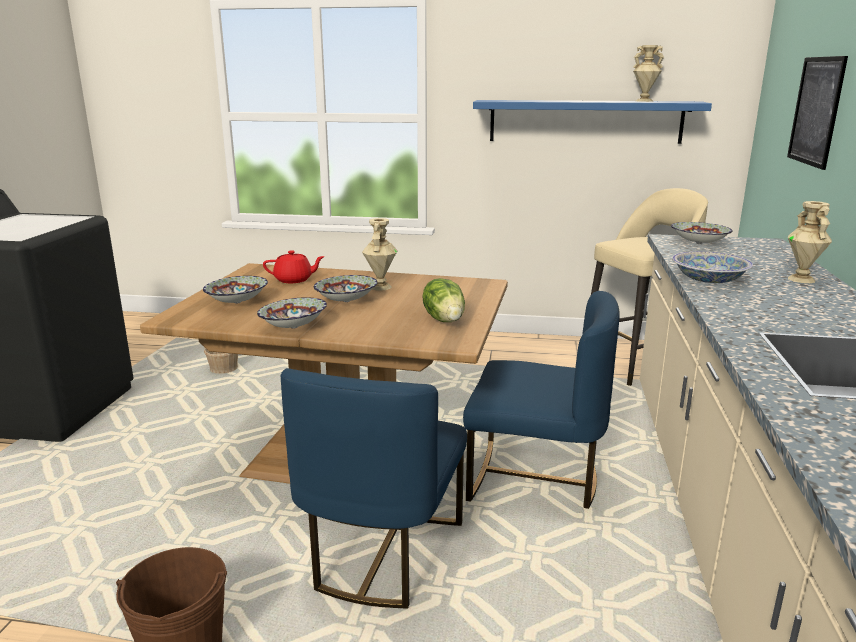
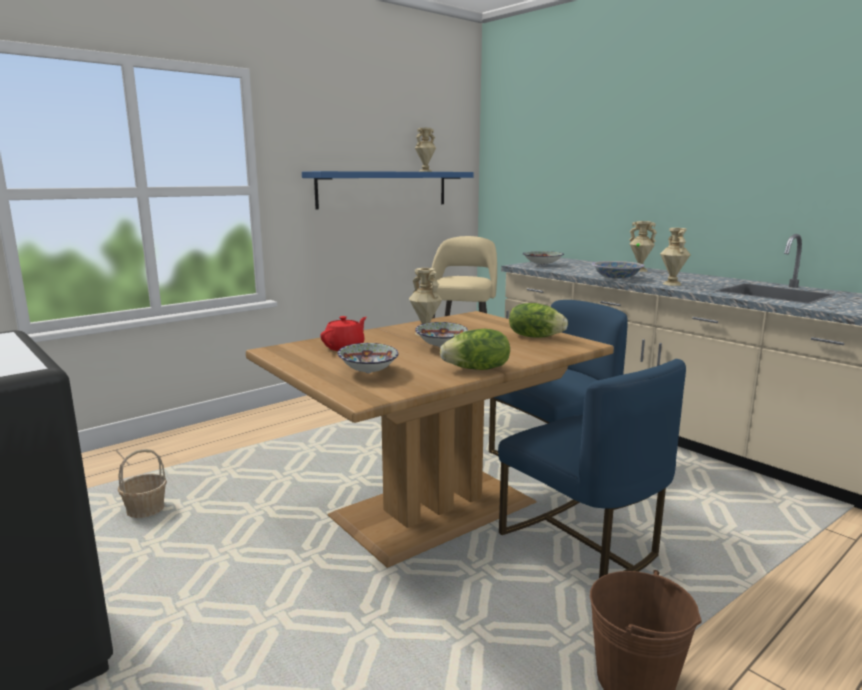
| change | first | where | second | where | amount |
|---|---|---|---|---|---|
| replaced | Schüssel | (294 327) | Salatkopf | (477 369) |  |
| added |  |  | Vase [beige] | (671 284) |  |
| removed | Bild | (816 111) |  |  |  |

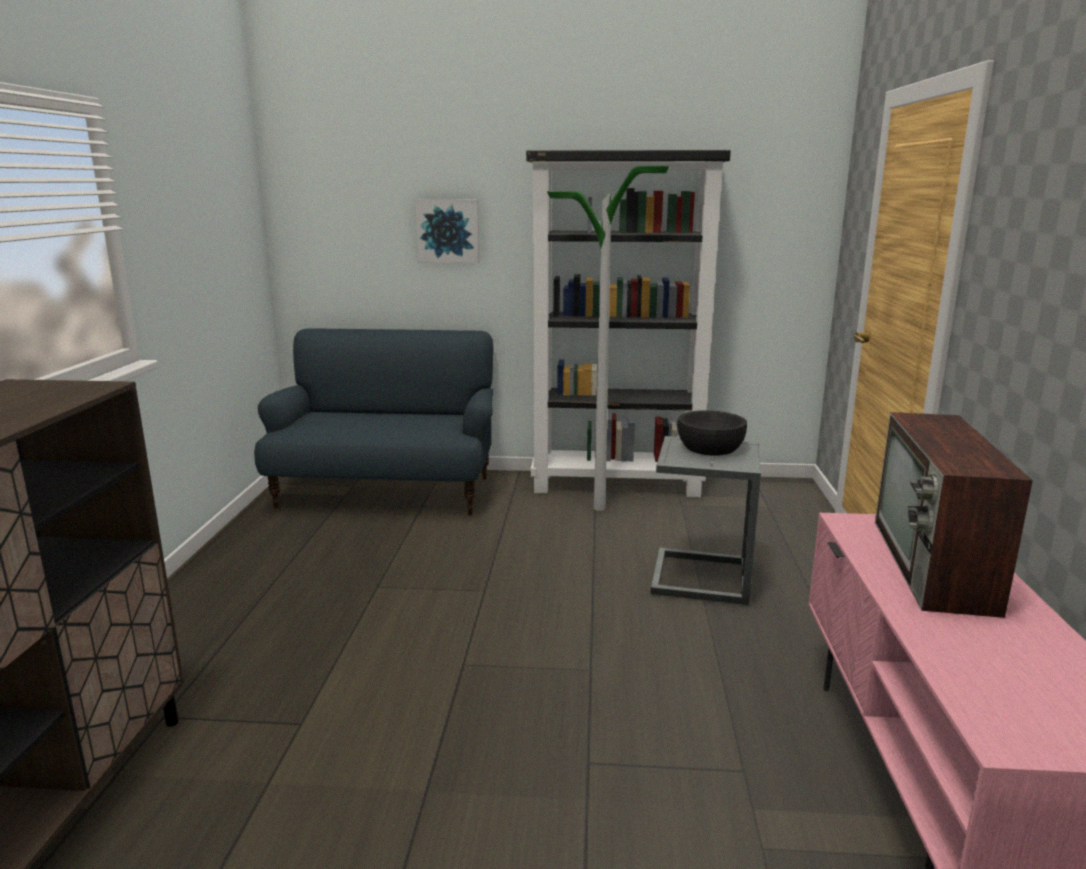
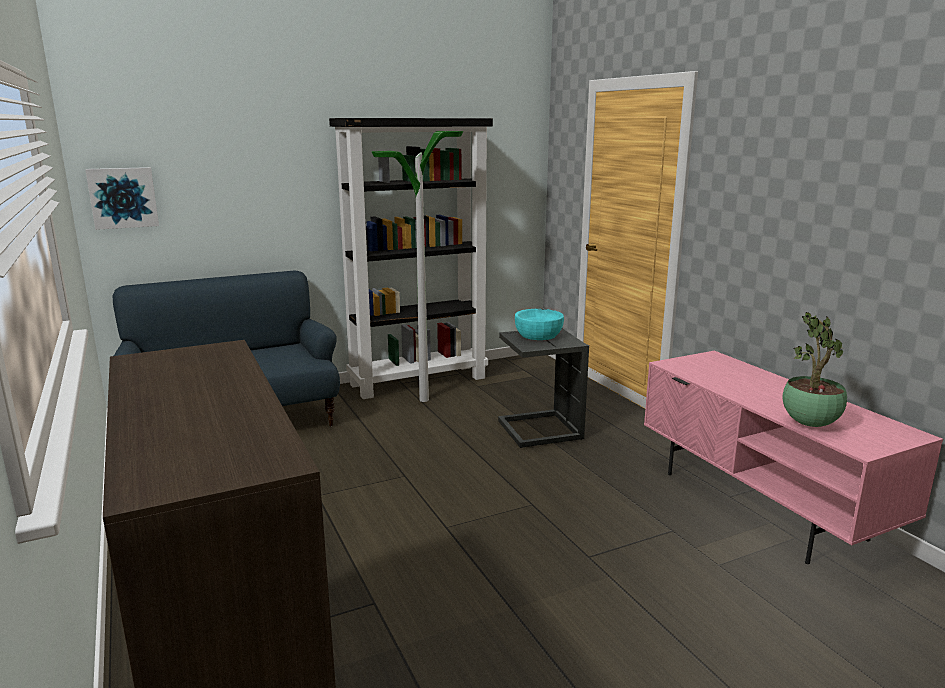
| change | first | where | second | where | amount |
|---|---|---|---|---|---|
| moved | Bild | (448 230) |  | (123 197) |  |
| recoloured | Schüssel [schwarz] | (710 447) | Schüssel [türkis] | (538 335) |  |
| added |  |  | Topfpflanze | (810 425) |  |
| removed | Fernseher | (934 566) |  |  |  |

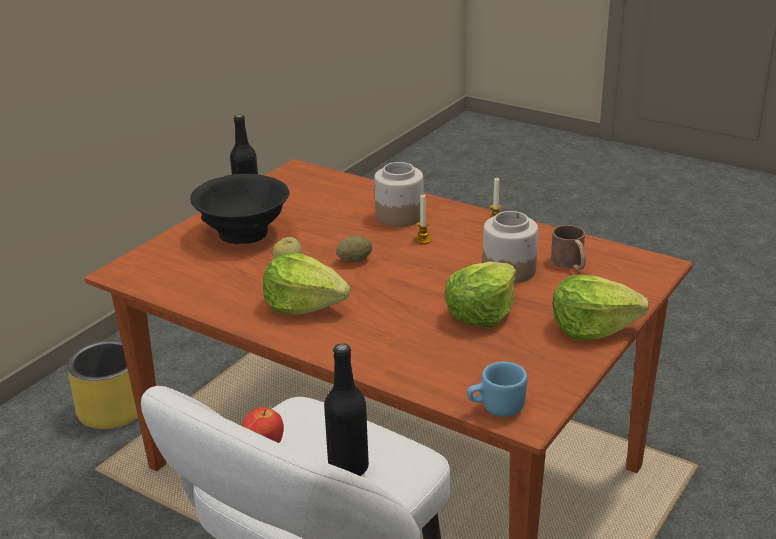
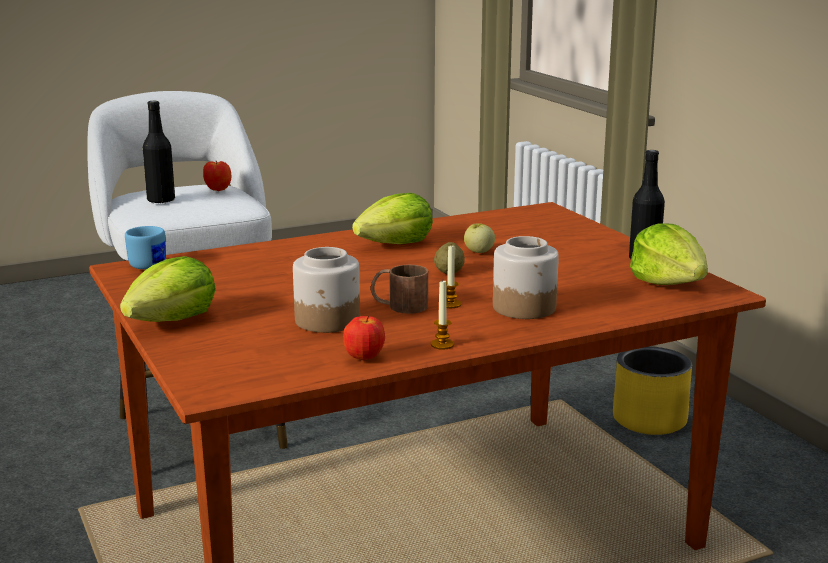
| change | first | where | second | where | amount |
|---|---|---|---|---|---|
| added |  |  | Apfel | (364 358) |  |
| moved | Henkelbecher [braun] | (571 264) |  | (399 305) |  |
| moved | Salatkopf | (481 313) |  | (669 282) |  |
| removed | Schüssel [schwarz] | (244 233) |  |  |  |

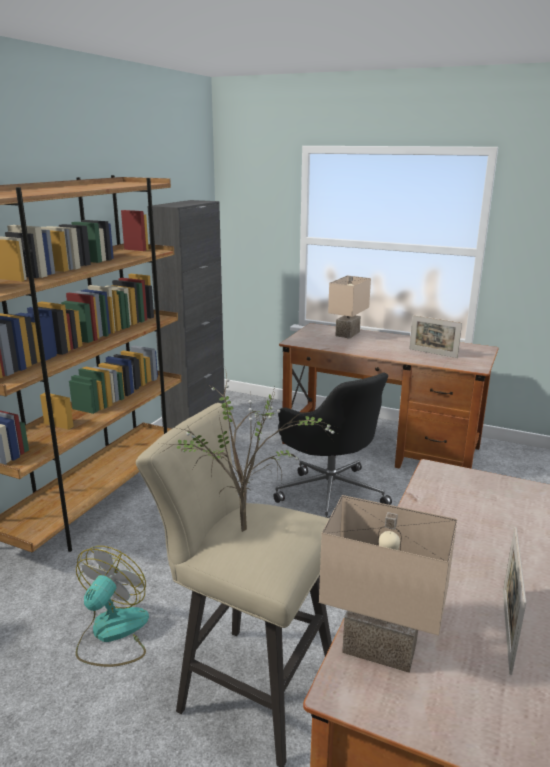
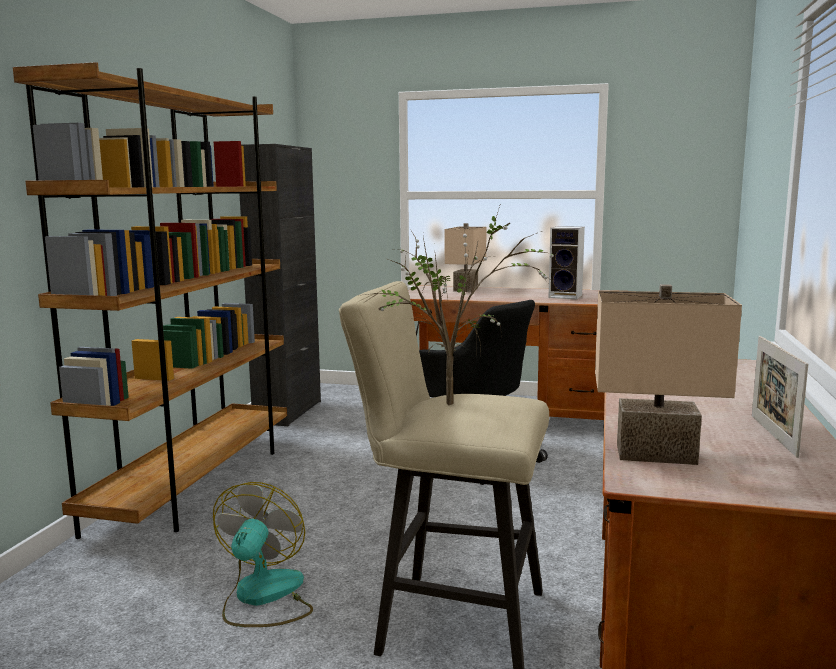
| change | first | where | second | where | amount |
|---|---|---|---|---|---|
| replaced | Bilderrahmen | (433 353) | Lautsprecher | (567 296) |  |

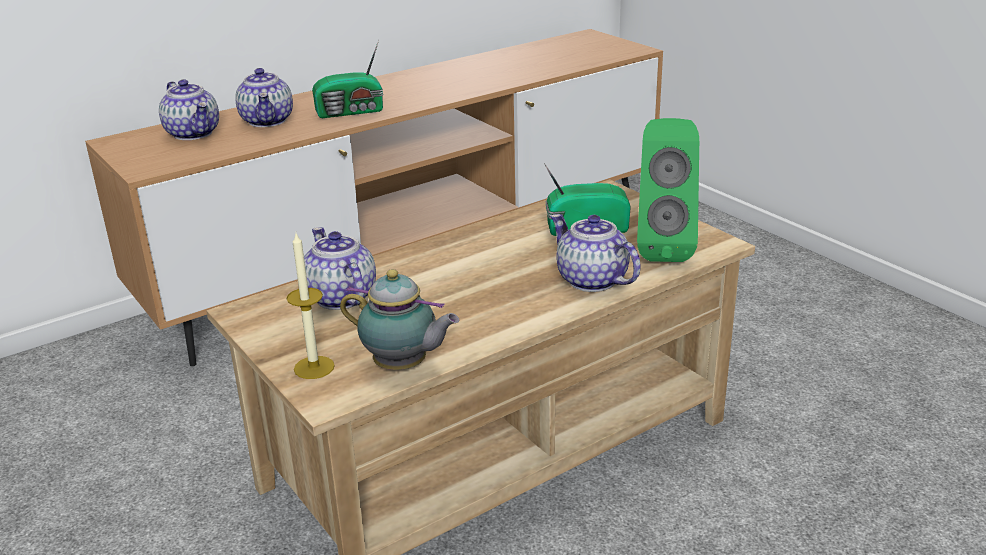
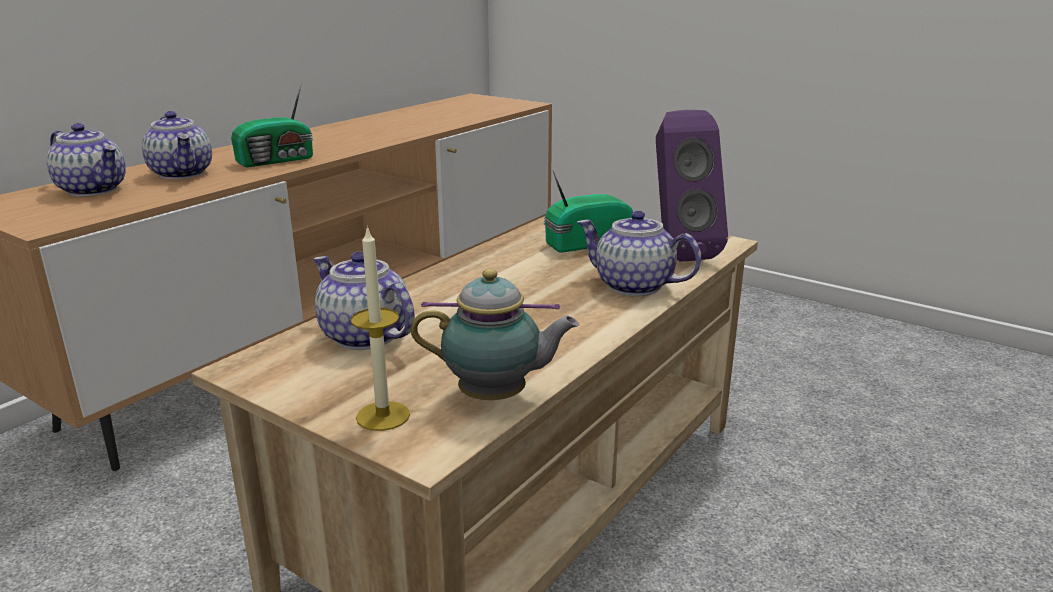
| change | first | where | second | where | amount |
|---|---|---|---|---|---|
| recoloured | Lautsprecher [grün] | (663 249) | Lautsprecher [lila] | (677 252) |  |

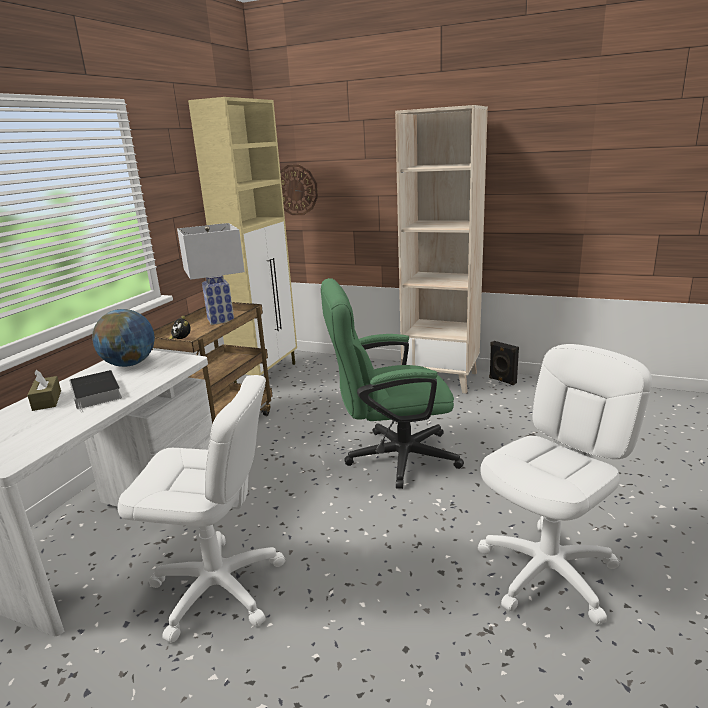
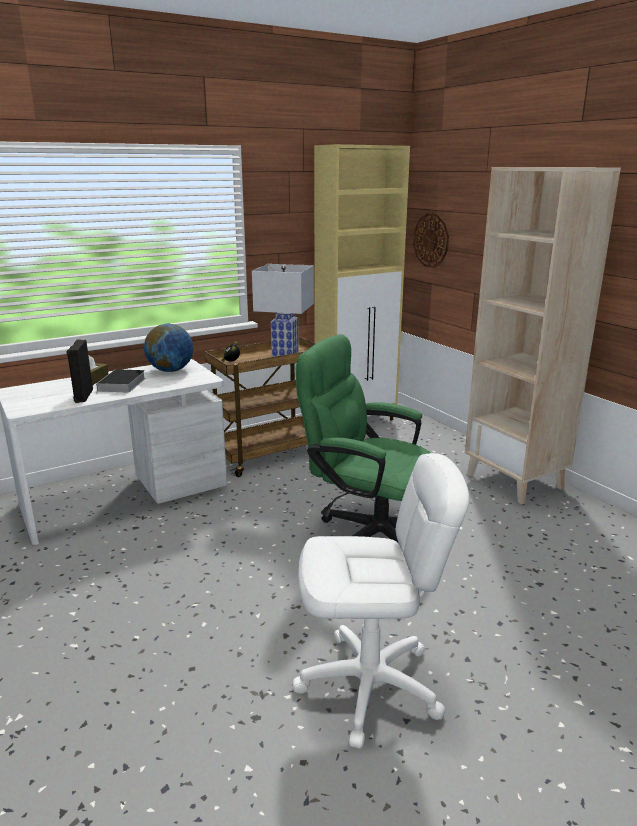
| change | first | where | second | where | amount |
|---|---|---|---|---|---|
| moved | Lautsprecher [schwarz] | (502 381) |  | (83 396) |  |
| removed | Bürostuhl [weiß] | (218 588) |  |  |  |

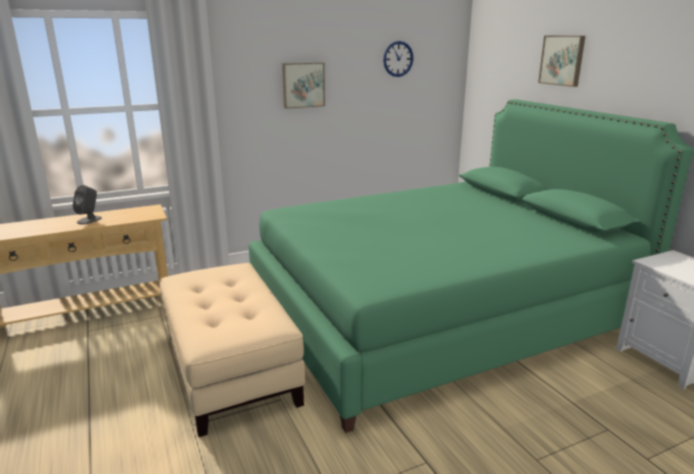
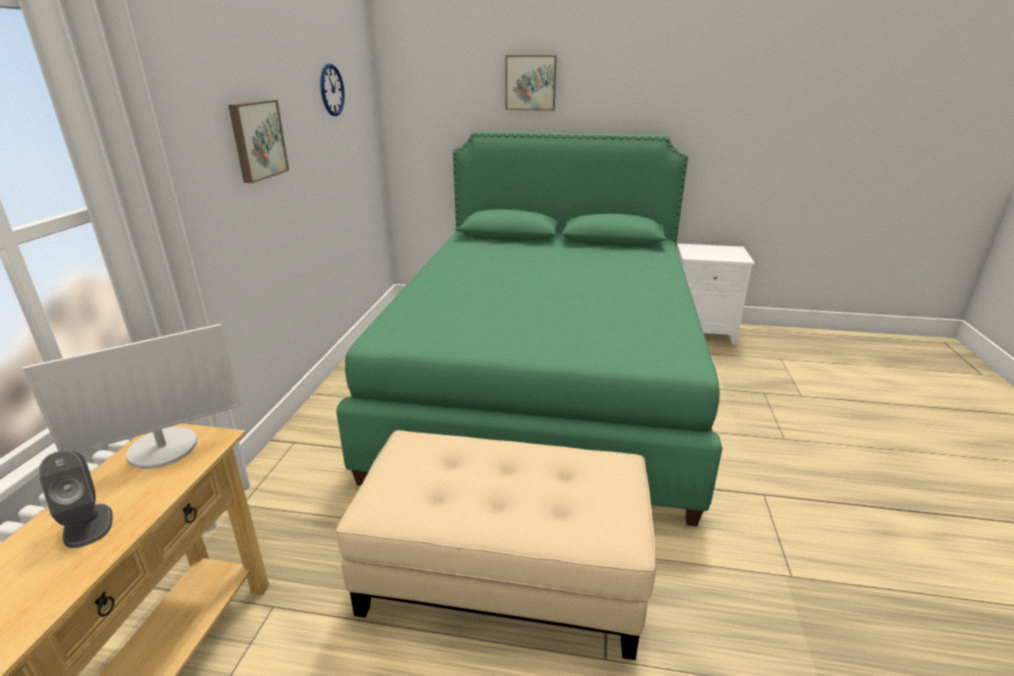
| change | first | where | second | where | amount |
|---|---|---|---|---|---|
| added |  |  | Monitor | (163 449) |  |

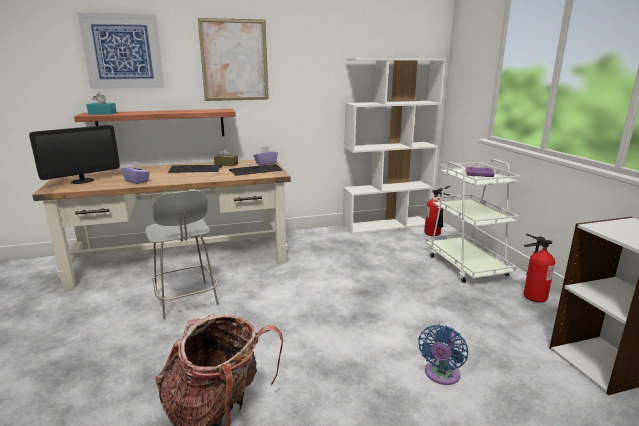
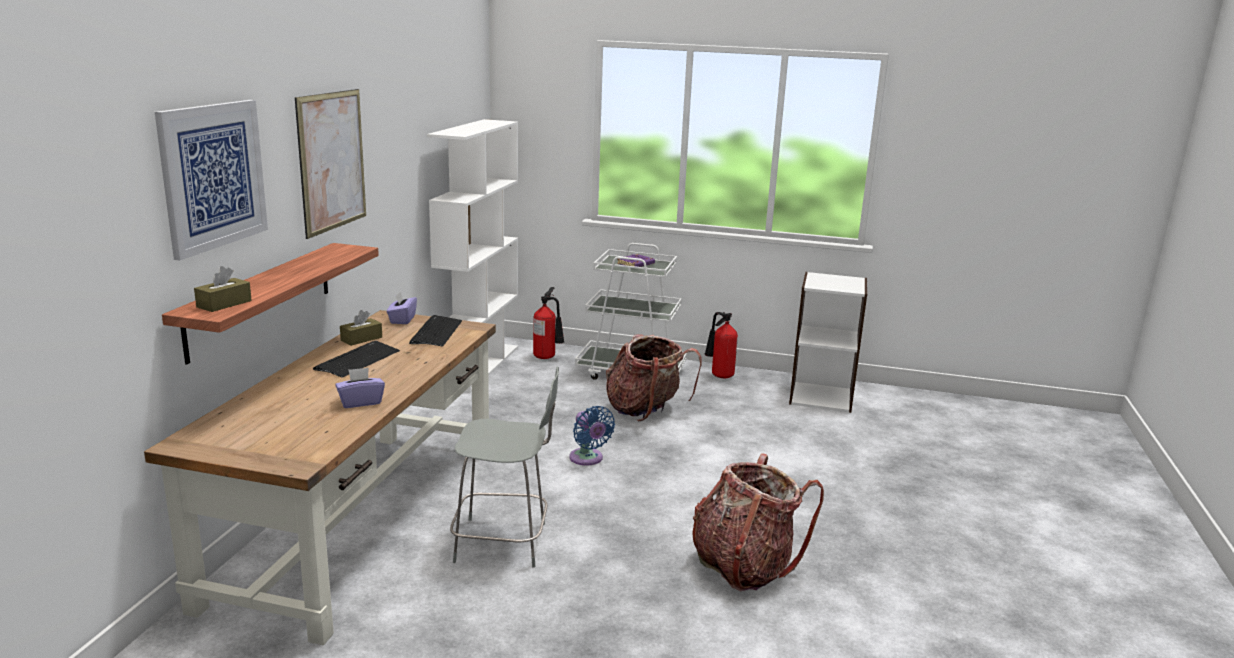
| change | first | where | second | where | amount |
|---|---|---|---|---|---|
| recoloured | Taschentuchbox [türkis] | (102 113) | Taschentuchbox [braun] | (224 304) |  |
| moved | Ventilator [blau] | (441 375) |  | (587 459) |  |
| added |  |  | Rucksack | (646 410) |  |
| removed | Monitor | (82 181) |  |  |  |

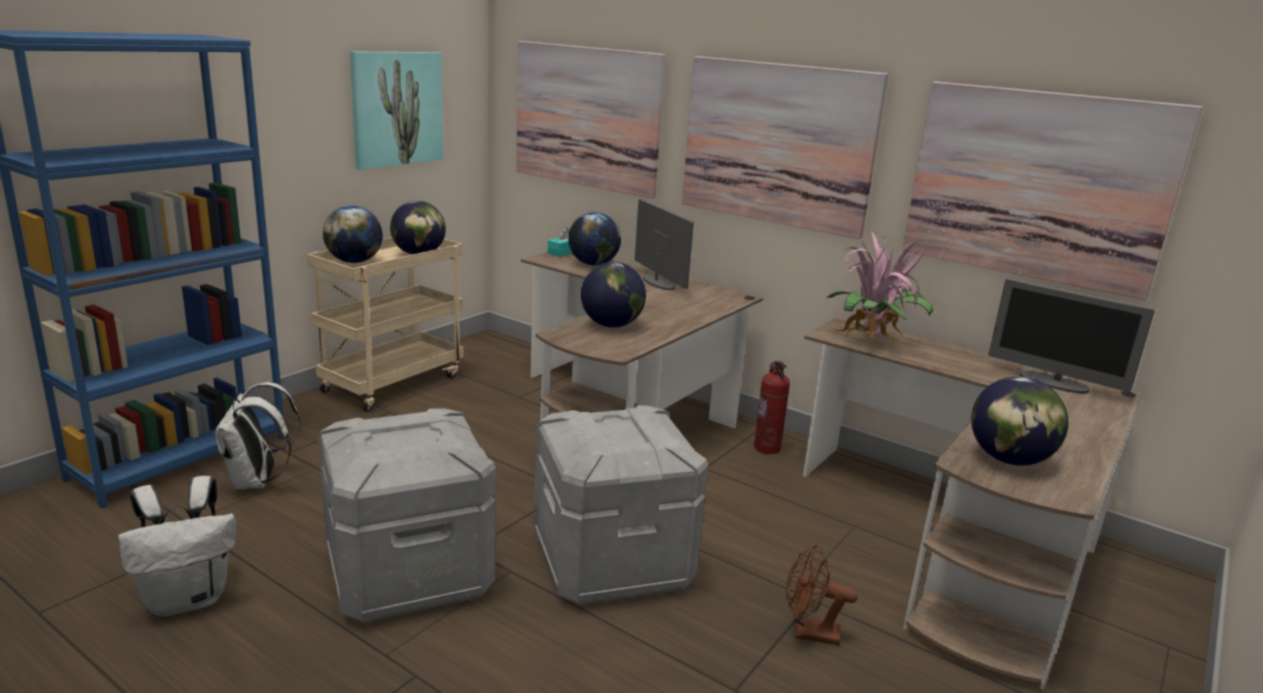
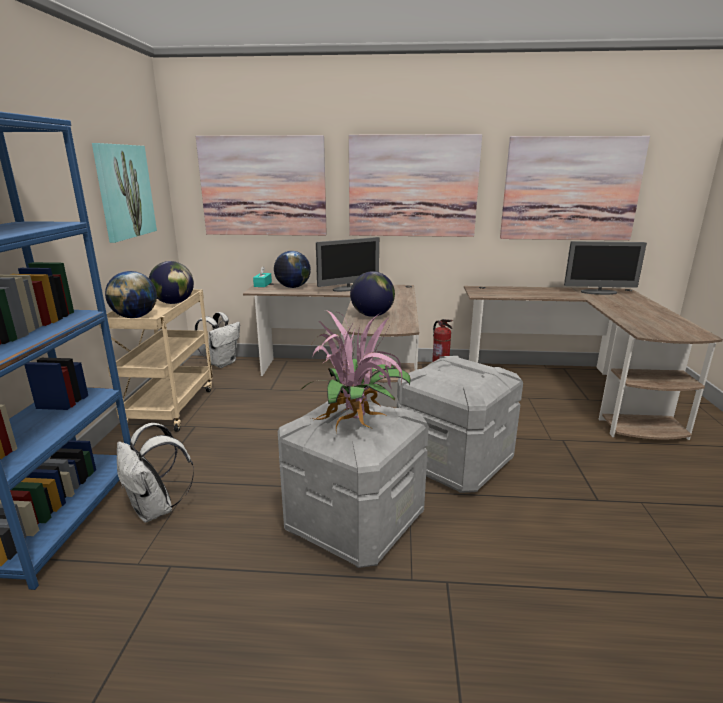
| change | first | where | second | where | amount |
|---|---|---|---|---|---|
| moved | Rucksack [weiß] | (188 598) |  | (222 363) |  |
| moved | Topfpflanze | (871 344) |  | (356 425) |  |
| turned | Monitor | (658 282) |  | (348 289) | 120 degrees clockwise |
| removed | Ventilator [braun] | (808 633) |  |  |  |
| removed | Globus | (1009 460) |  |  |  |

